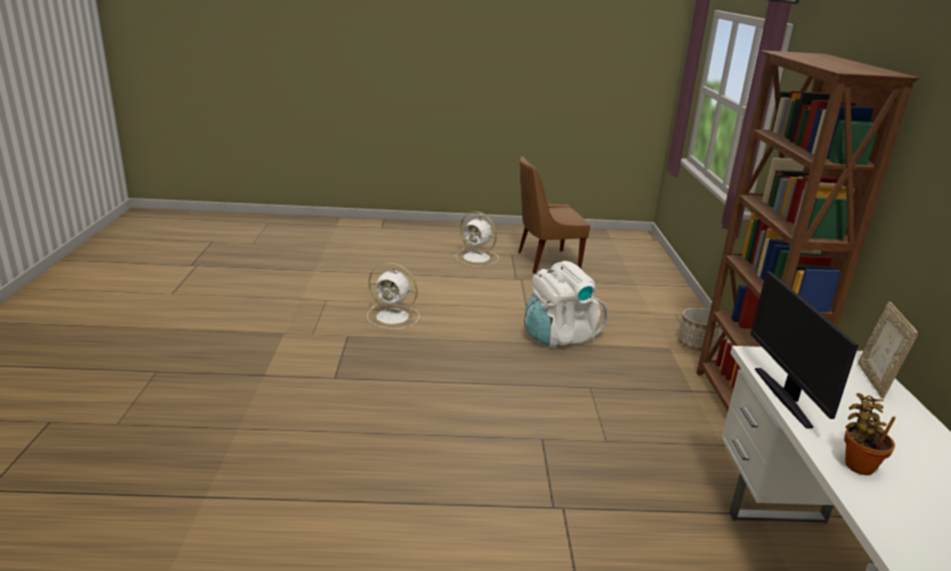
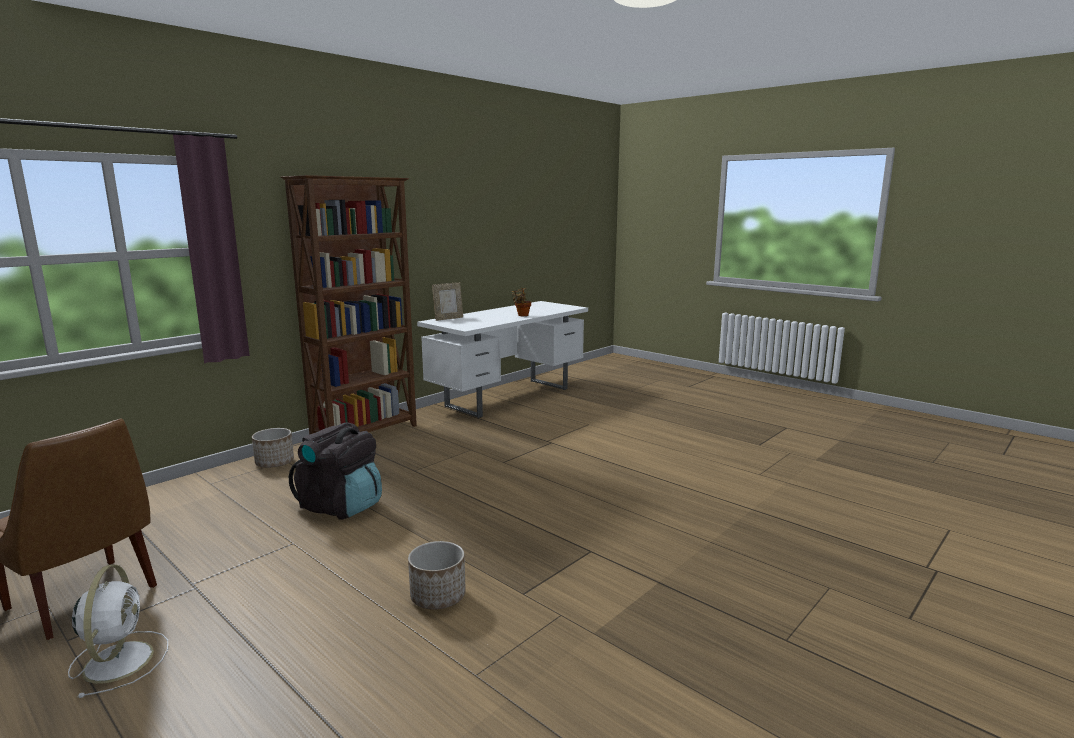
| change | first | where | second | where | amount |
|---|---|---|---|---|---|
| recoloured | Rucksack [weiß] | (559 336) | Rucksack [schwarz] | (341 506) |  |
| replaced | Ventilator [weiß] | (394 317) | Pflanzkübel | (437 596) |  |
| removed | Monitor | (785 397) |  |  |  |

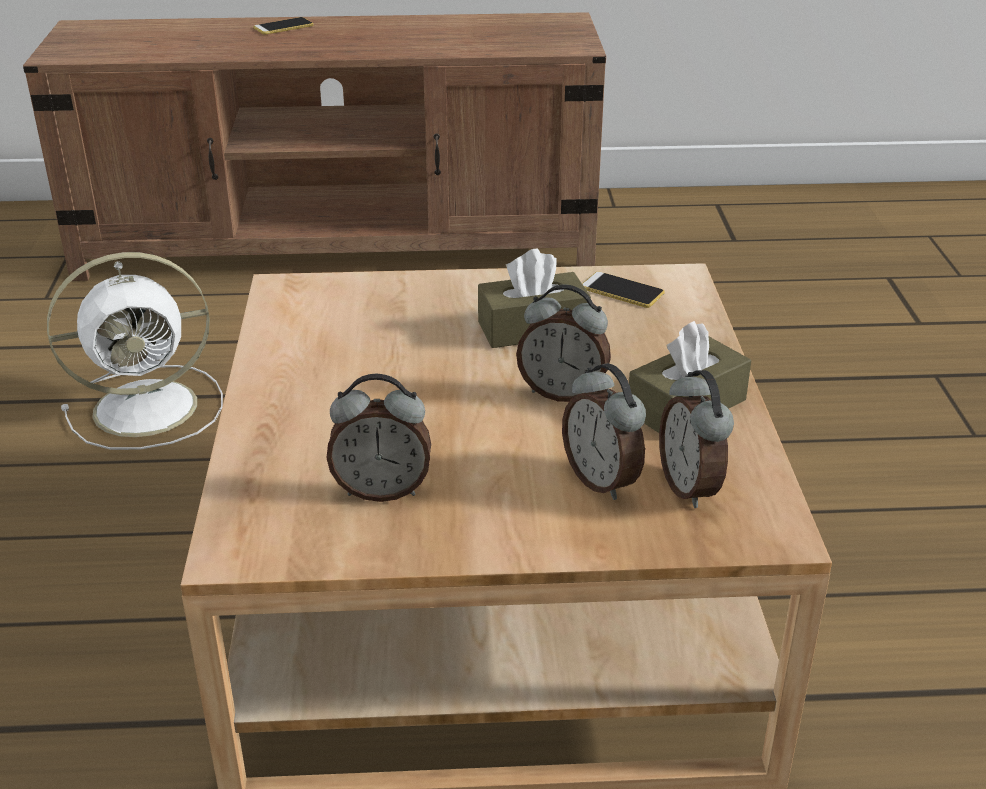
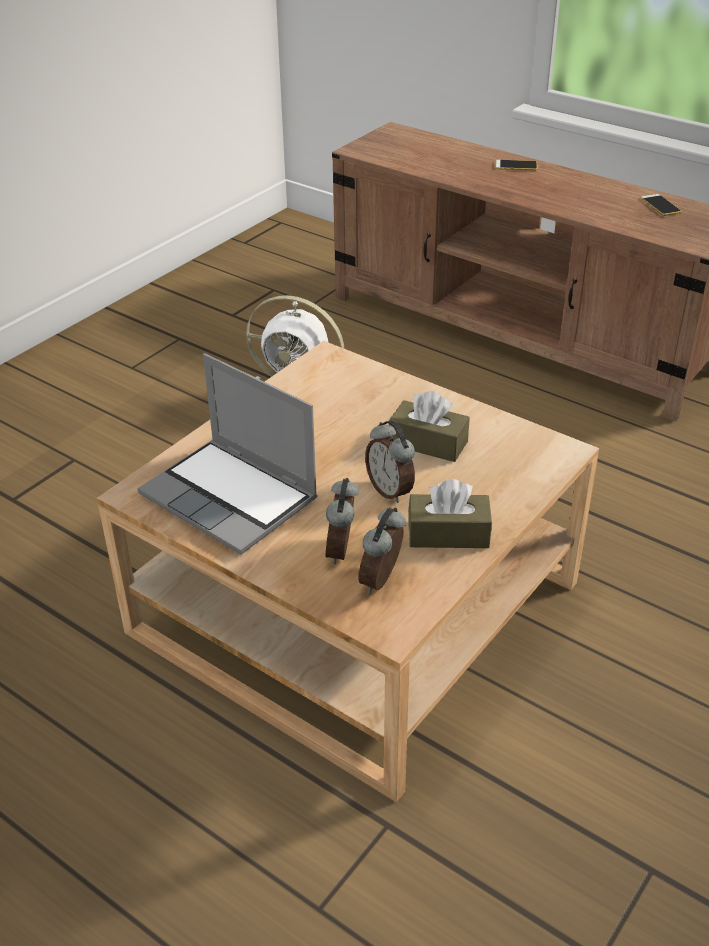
| change | first | where | second | where | amount |
|---|---|---|---|---|---|
| replaced | Wecker | (382 490) | Laptop | (232 497) |  |
| moved | Handy | (622 291) |  | (660 205) |  |

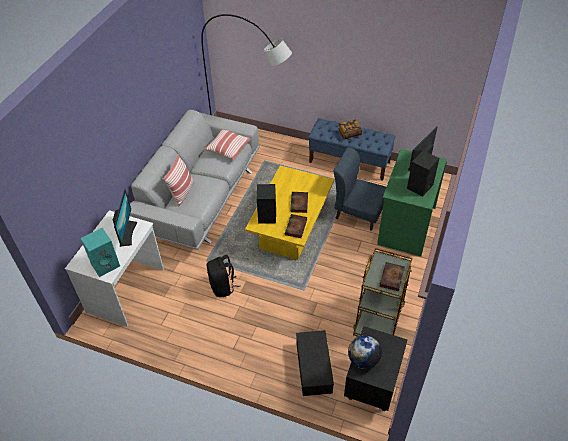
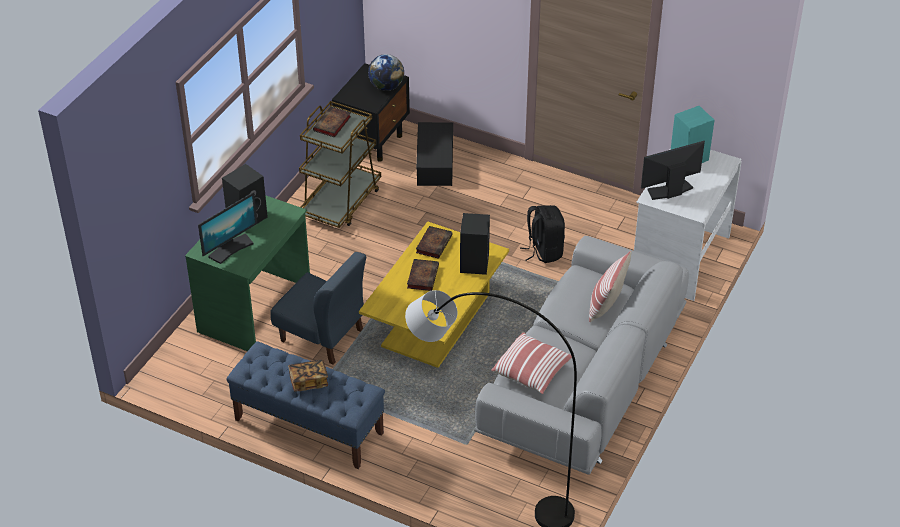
| change | first | where | second | where | amount |
|---|---|---|---|---|---|
| turned | Monitor | (127 233) |  | (670 191) | 60 degrees clockwise |

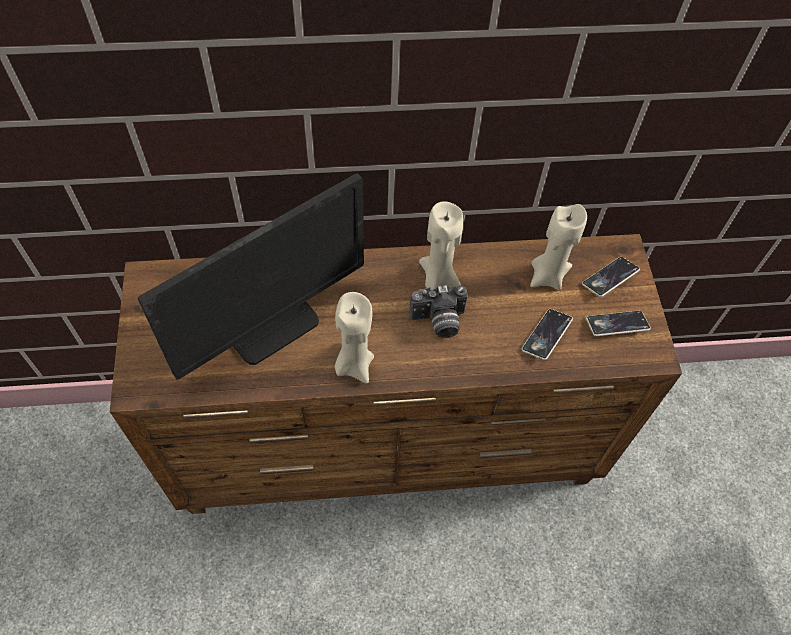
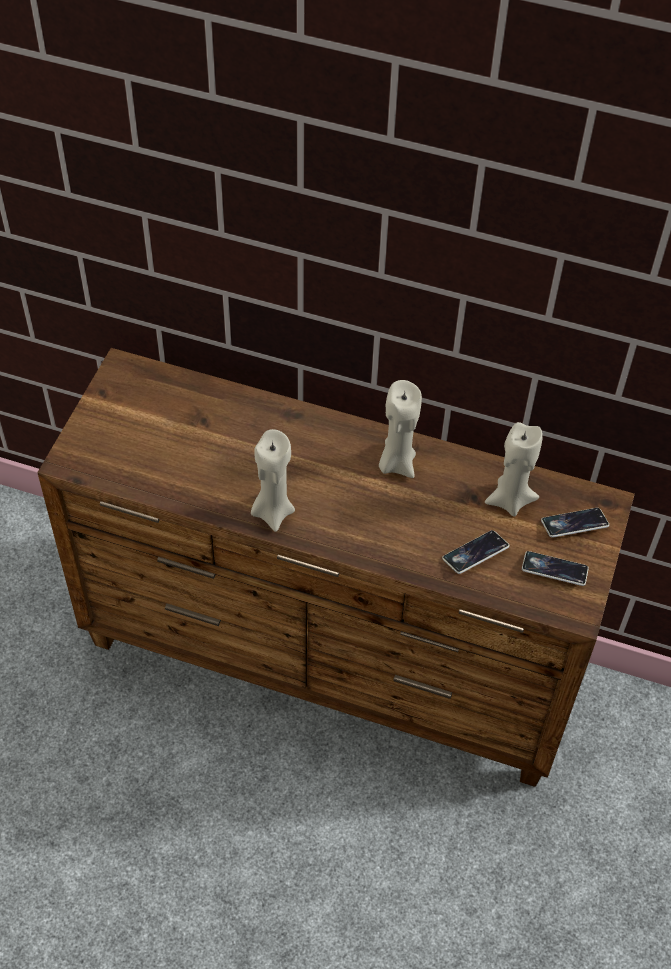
| change | first | where | second | where | amount |
|---|---|---|---|---|---|
| removed | Monitor | (271 325) |  |  |  |
| removed | Kamera | (438 322) |  |  |  |

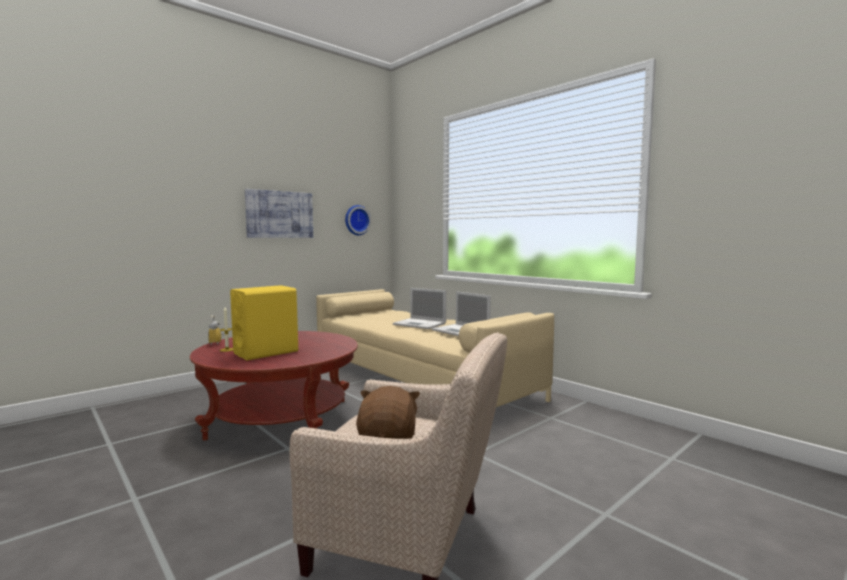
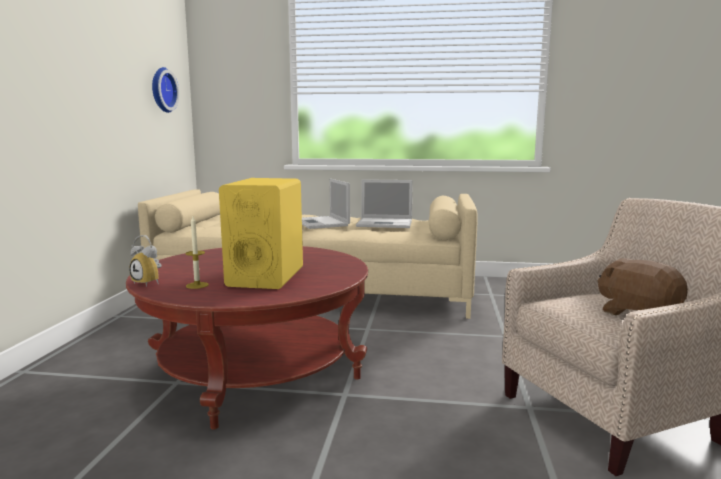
| change | first | where | second | where | amount |
|---|---|---|---|---|---|
| turned | Laptop | (420 324) |  | (322 223) | 75 degrees clockwise |
| removed | Bild | (280 214) |  |  |  |

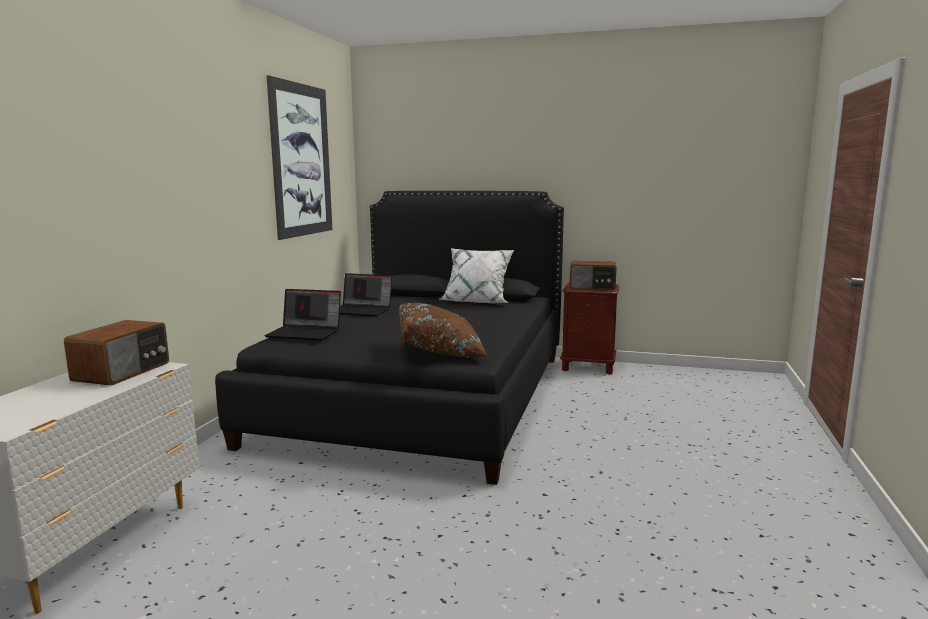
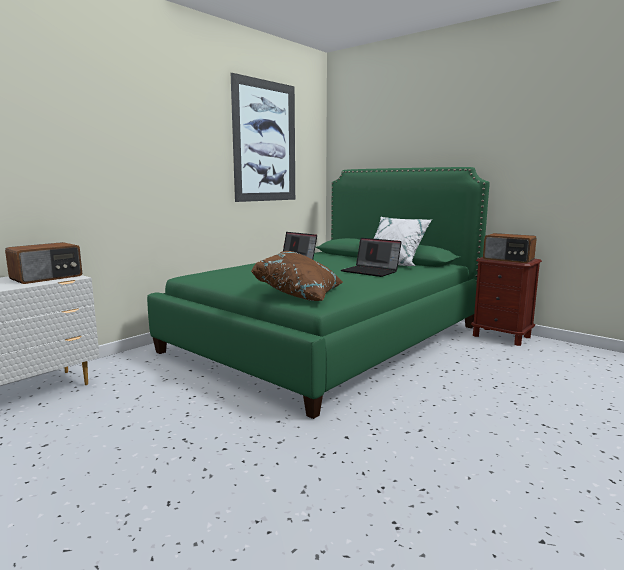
| change | first | where | second | where | amount |
|---|---|---|---|---|---|
| recoloured | Bett [schwarz] | (421 396) | Bett [grün] | (328 338) |  |
| moved | Laptop | (305 333) |  | (371 271) |  |

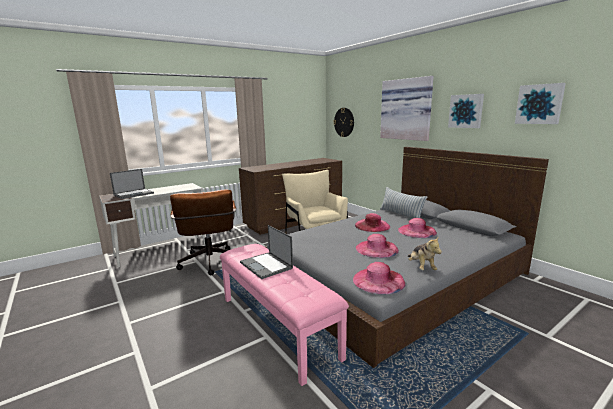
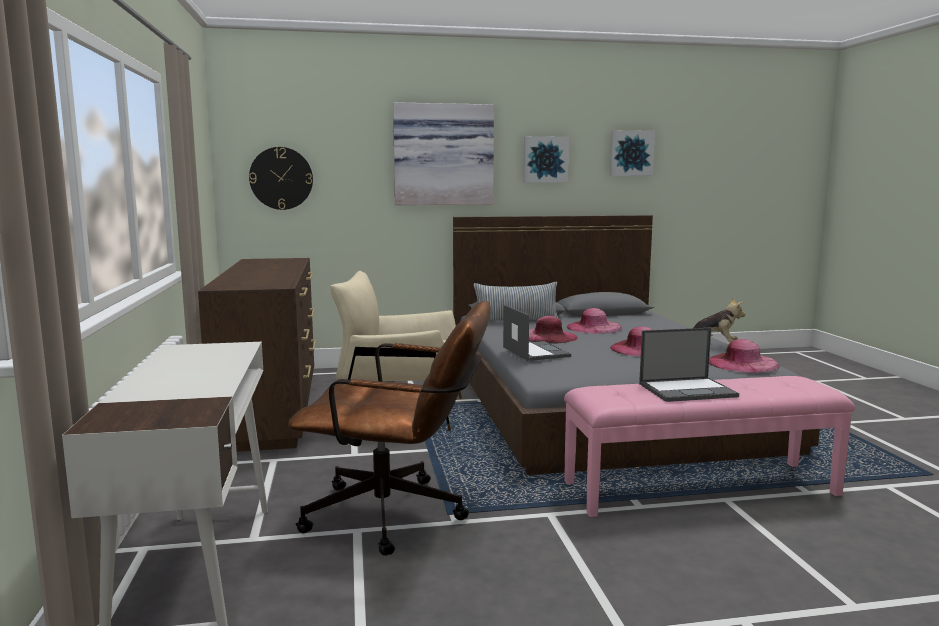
| change | first | where | second | where | amount |
|---|---|---|---|---|---|
| moved | Laptop | (134 194) |  | (535 351) |  |

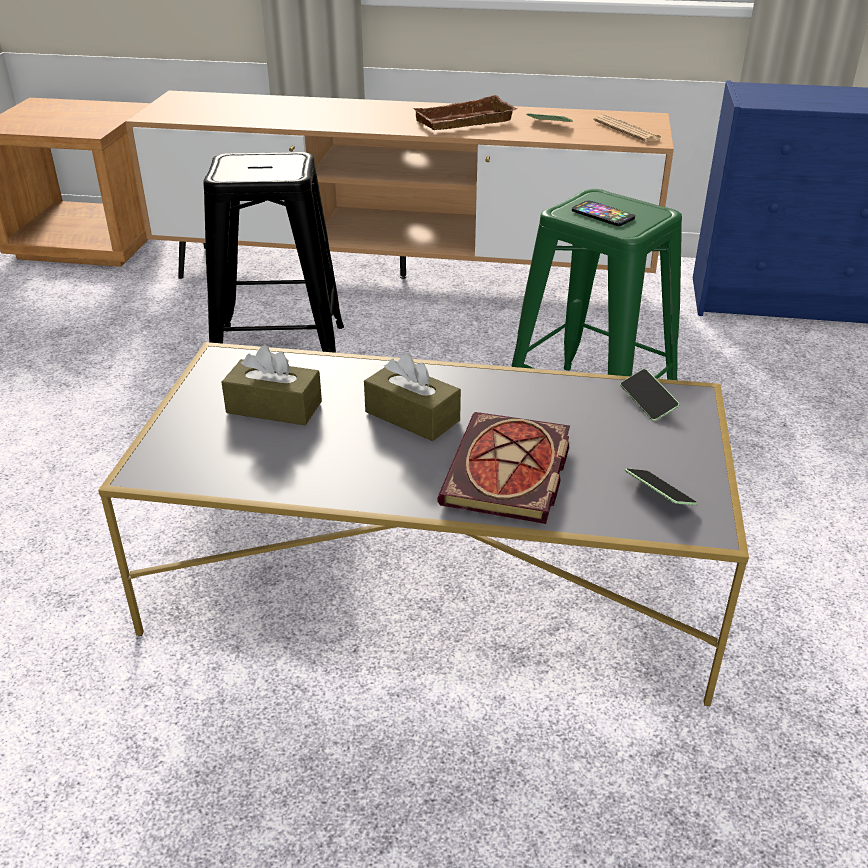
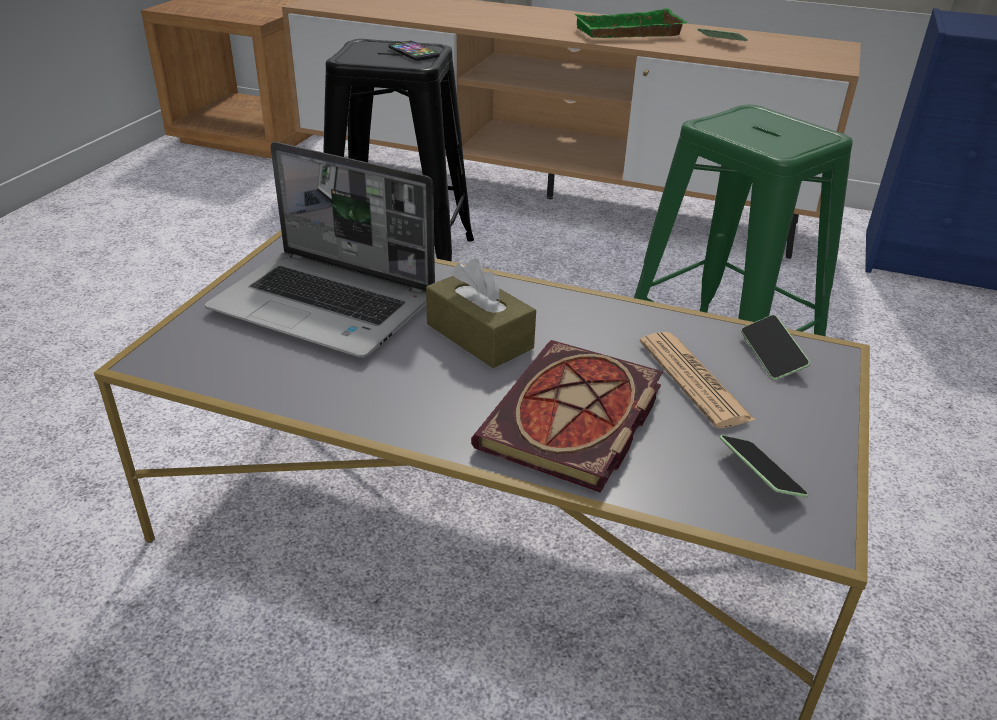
| change | first | where | second | where | amount |
|---|---|---|---|---|---|
| replaced | Taschentuchbox [braun] | (274 407) | Laptop | (327 306) |  |
| moved | Handy | (602 215) |  | (413 52) |  |
| recoloured | Tablett [braun] | (464 122) | Tablett [grün] | (628 33) |  |
| moved | Zeitung | (627 130) |  | (694 380) |  |

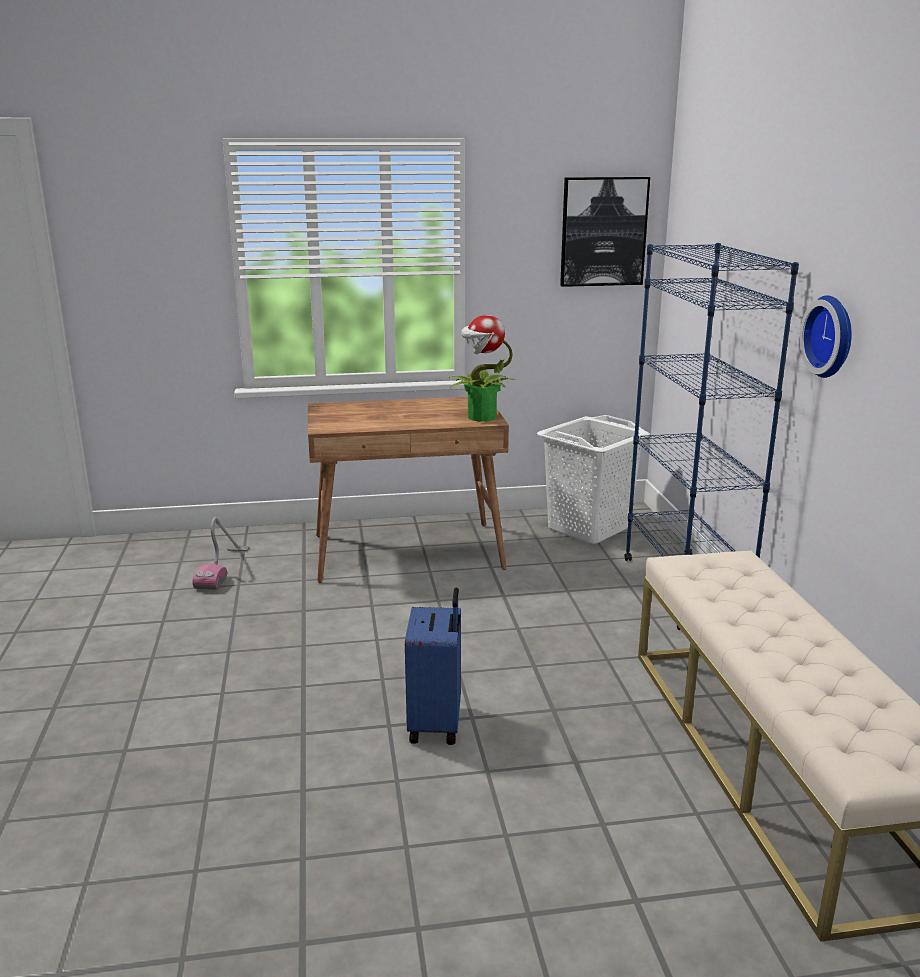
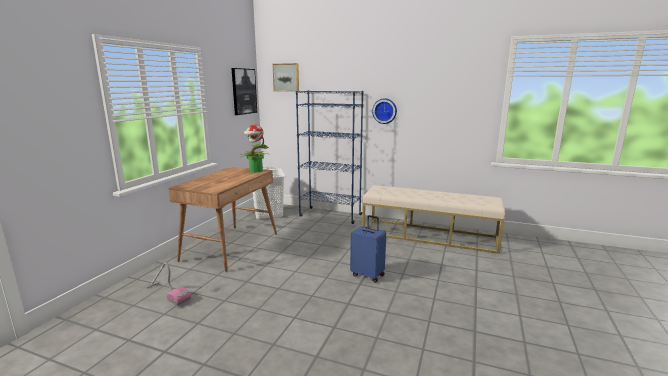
| change | first | where | second | where | amount |
|---|---|---|---|---|---|
| added |  |  | Bild | (286 77) |  |

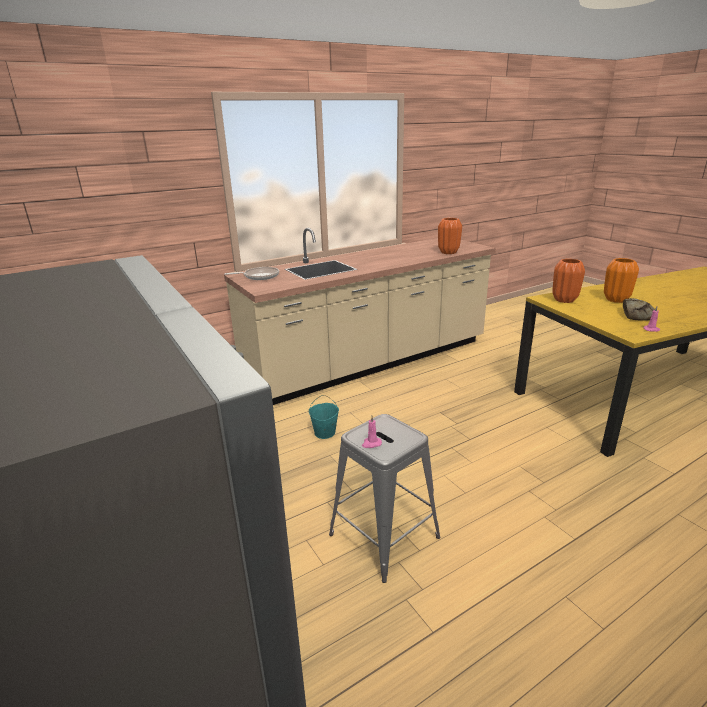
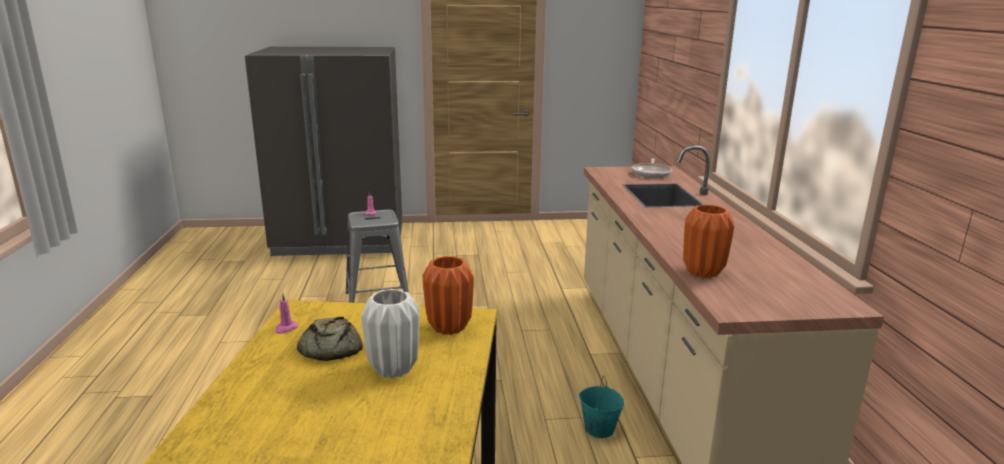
| change | first | where | second | where | amount |
|---|---|---|---|---|---|
| recoloured | Vase [orange] | (615 300) | Vase [weiß] | (394 368) |  |
| moved | Eimer [türkis] | (325 433) |  | (598 429) |  |

